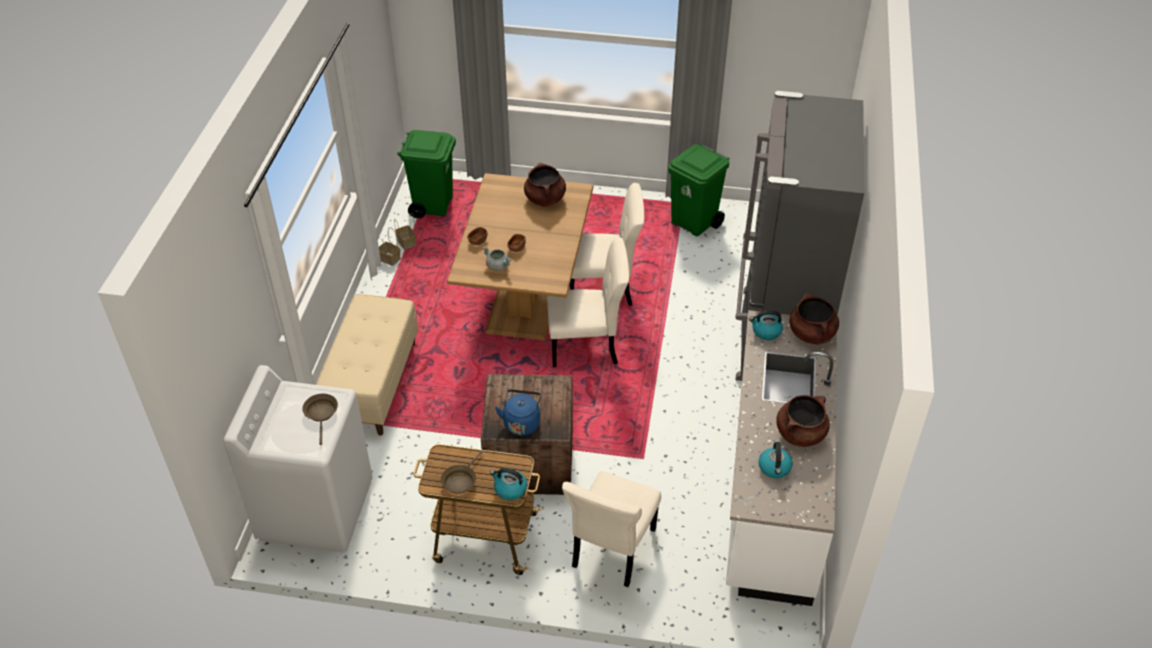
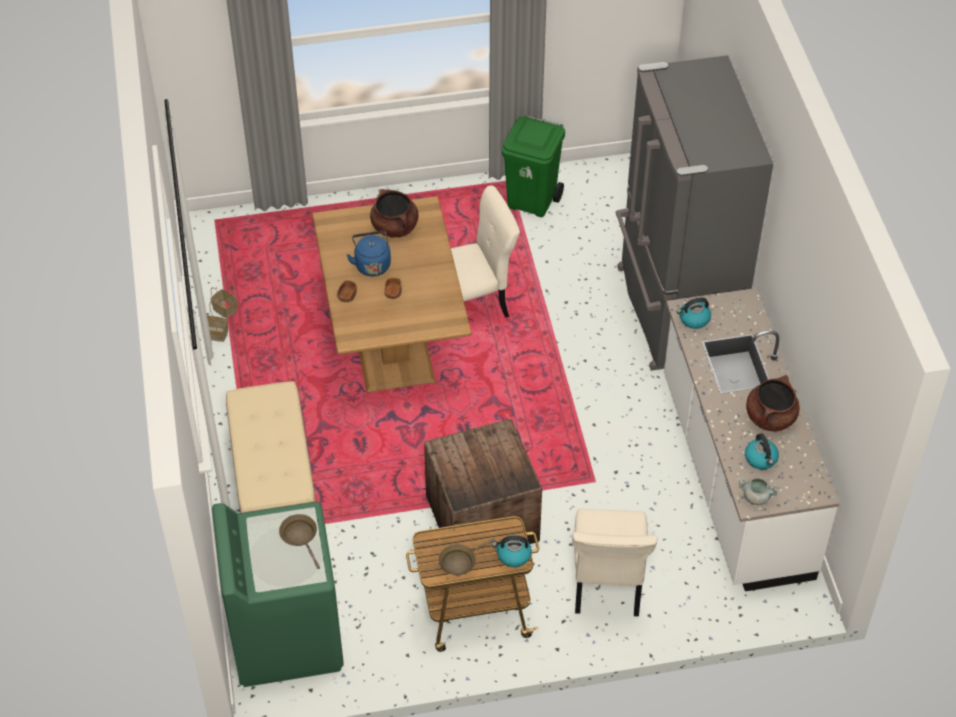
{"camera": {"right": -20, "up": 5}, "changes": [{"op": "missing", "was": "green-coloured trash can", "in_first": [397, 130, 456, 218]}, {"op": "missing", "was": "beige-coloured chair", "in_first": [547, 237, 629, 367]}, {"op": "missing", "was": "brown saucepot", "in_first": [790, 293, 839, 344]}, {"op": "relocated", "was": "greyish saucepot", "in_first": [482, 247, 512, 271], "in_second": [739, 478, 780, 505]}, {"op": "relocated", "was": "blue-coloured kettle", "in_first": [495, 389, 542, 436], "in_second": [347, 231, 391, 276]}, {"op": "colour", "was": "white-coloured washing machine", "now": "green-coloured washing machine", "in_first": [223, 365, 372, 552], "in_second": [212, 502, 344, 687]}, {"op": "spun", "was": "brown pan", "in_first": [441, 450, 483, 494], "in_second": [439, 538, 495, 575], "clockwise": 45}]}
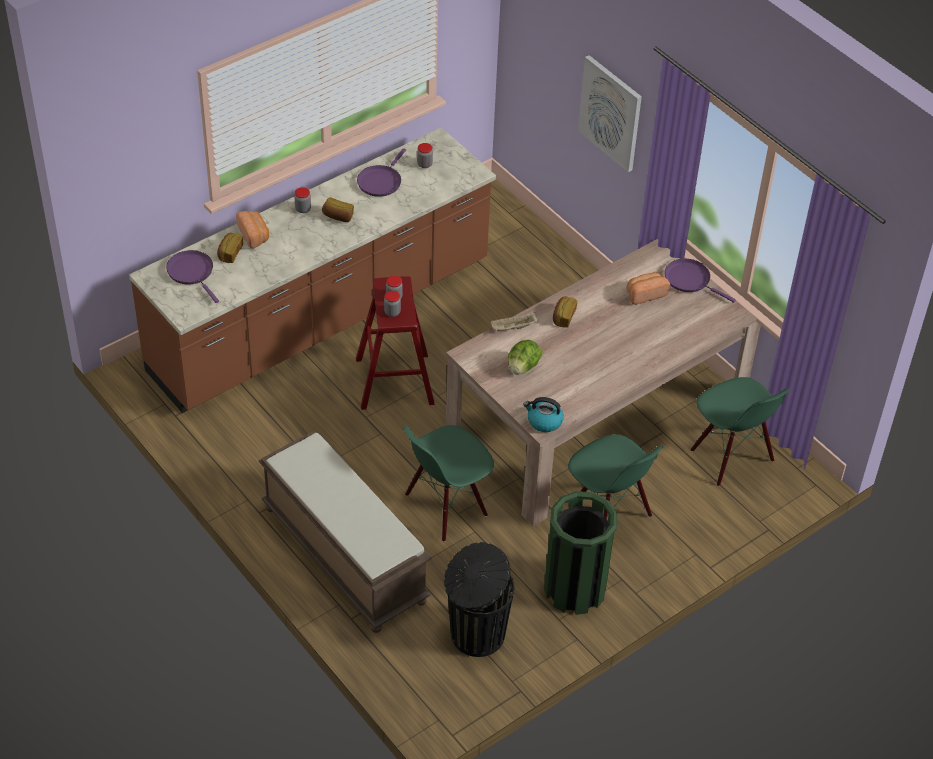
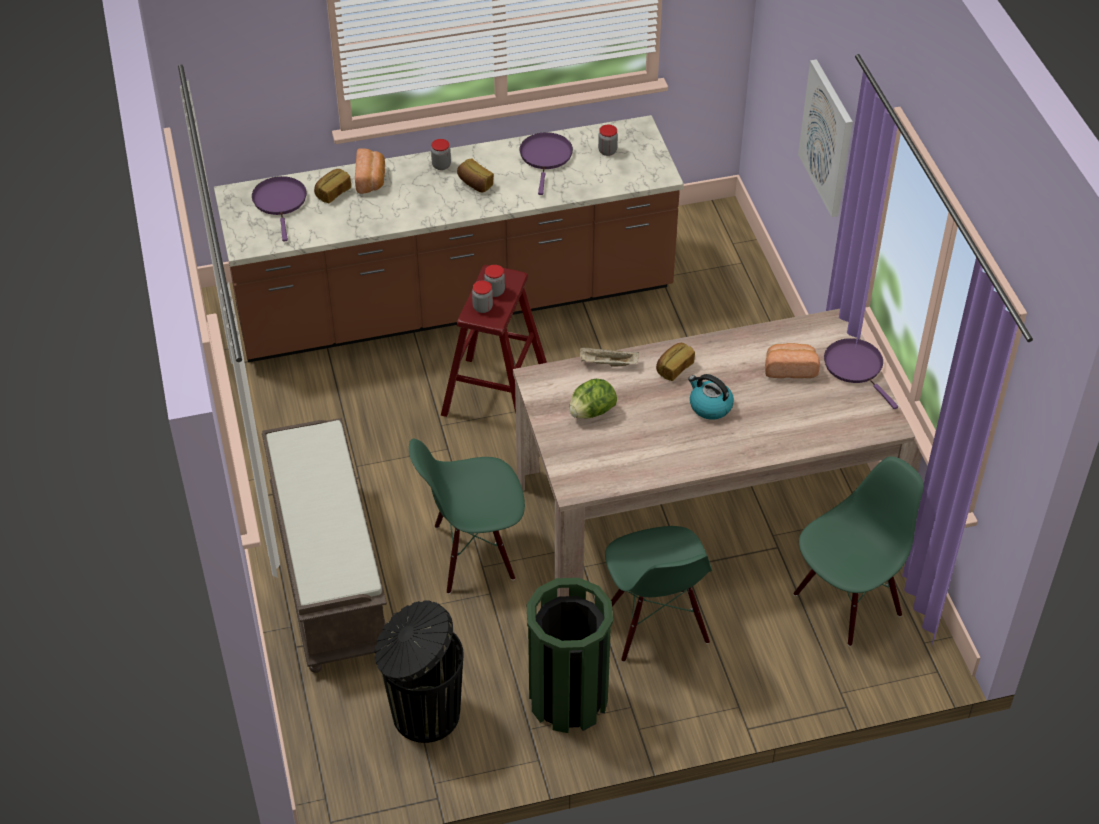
{"camera": {"right": 25, "up": 0}, "changes": [{"op": "relocated", "was": "kettle", "in_first": [523, 397, 564, 432], "in_second": [688, 374, 734, 420]}, {"op": "spun", "was": "purple-coloured pan", "in_first": [357, 148, 406, 197], "in_second": [519, 132, 573, 195], "clockwise": 135}, {"op": "spun", "was": "green-coloured chair", "in_first": [690, 377, 790, 487], "in_second": [794, 456, 924, 646], "clockwise": -120}]}
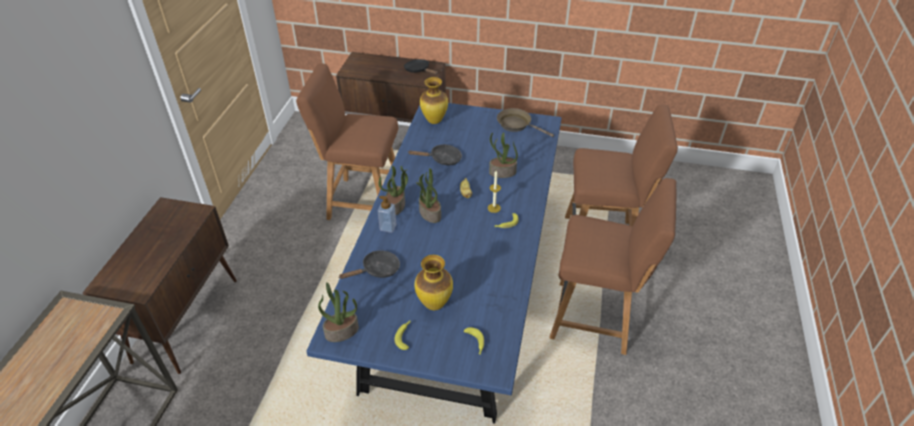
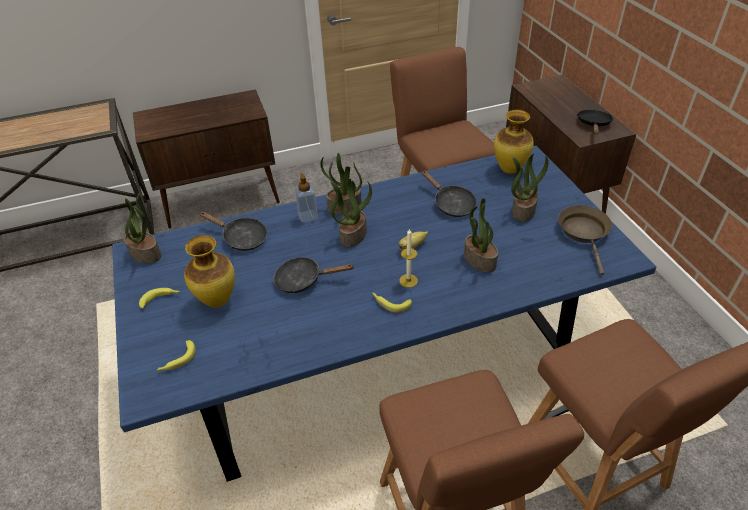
{"camera": {"right": 60, "up": 0}, "changes": [{"op": "appeared", "now": "black pan", "in_second": [274, 257, 355, 293]}, {"op": "appeared", "now": "plant in a pot", "in_second": [511, 154, 548, 222]}]}
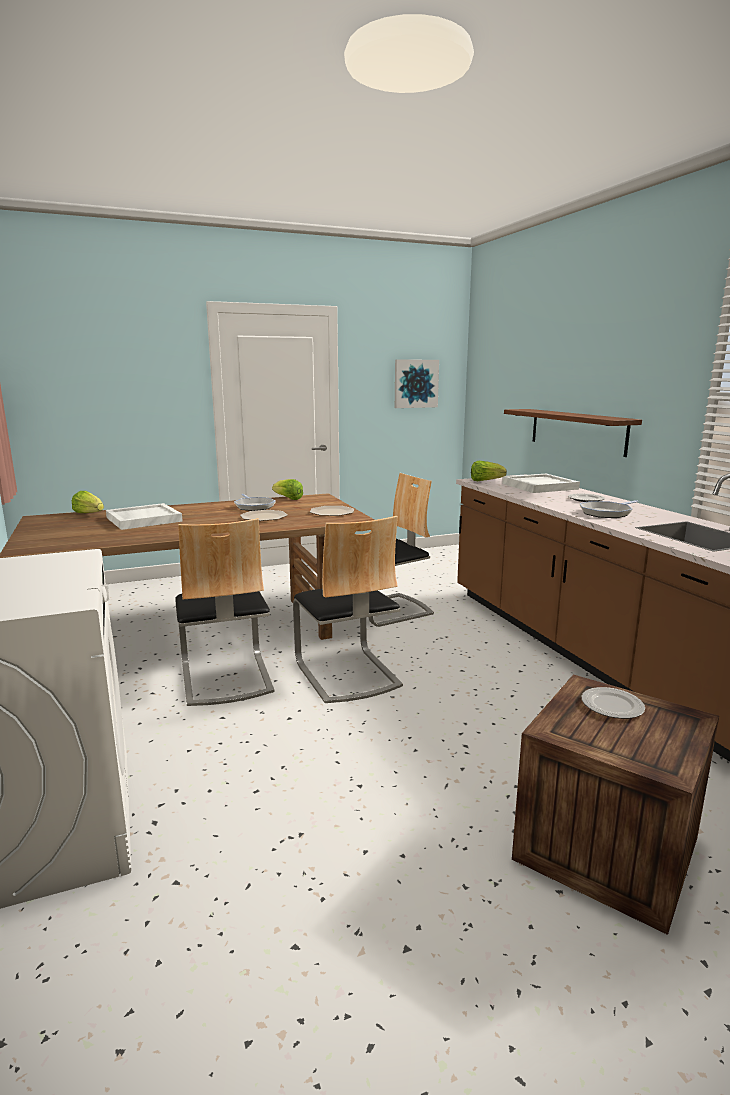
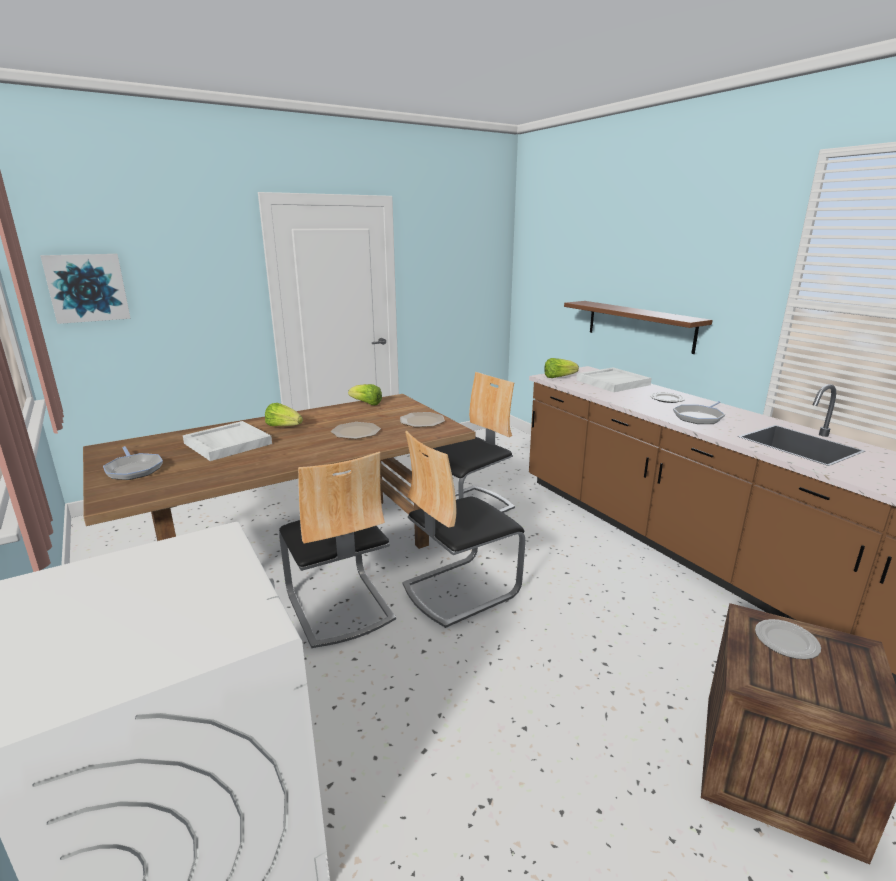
{"camera": {"right": -10, "up": 5}, "changes": [{"op": "relocated", "was": "lettuce head", "in_first": [72, 491, 104, 513], "in_second": [265, 403, 303, 426]}, {"op": "relocated", "was": "pan", "in_first": [234, 494, 276, 511], "in_second": [103, 446, 163, 480]}, {"op": "relocated", "was": "picture", "in_first": [395, 359, 439, 408], "in_second": [40, 254, 131, 324]}, {"op": "spun", "was": "chair", "in_first": [293, 516, 403, 703], "in_second": [403, 431, 526, 628], "clockwise": 90}]}
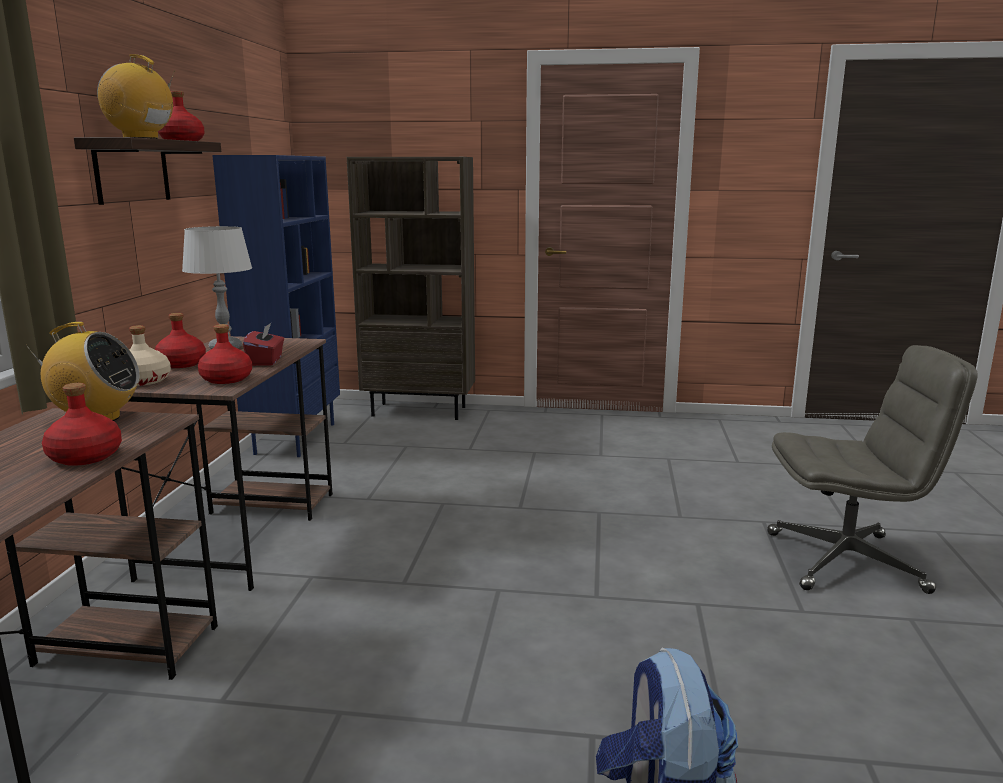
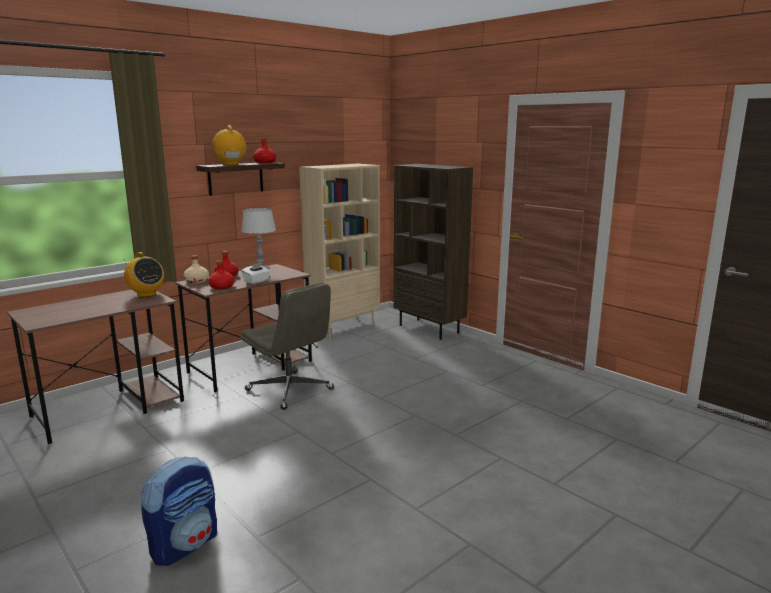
{"camera": {"right": 40, "up": 0}, "changes": [{"op": "missing", "was": "reddish drink bottle", "in_first": [42, 383, 122, 466]}, {"op": "relocated", "was": "greyish desk chair", "in_first": [767, 345, 978, 594], "in_second": [241, 283, 334, 410]}, {"op": "colour", "was": "blue-coloured shelving unit", "now": "beige-coloured shelving unit", "in_first": [212, 155, 340, 457], "in_second": [299, 164, 380, 338]}, {"op": "colour", "was": "reddish tissue holder", "now": "white-coloured tissue holder", "in_first": [243, 323, 284, 366], "in_second": [242, 262, 270, 284]}]}
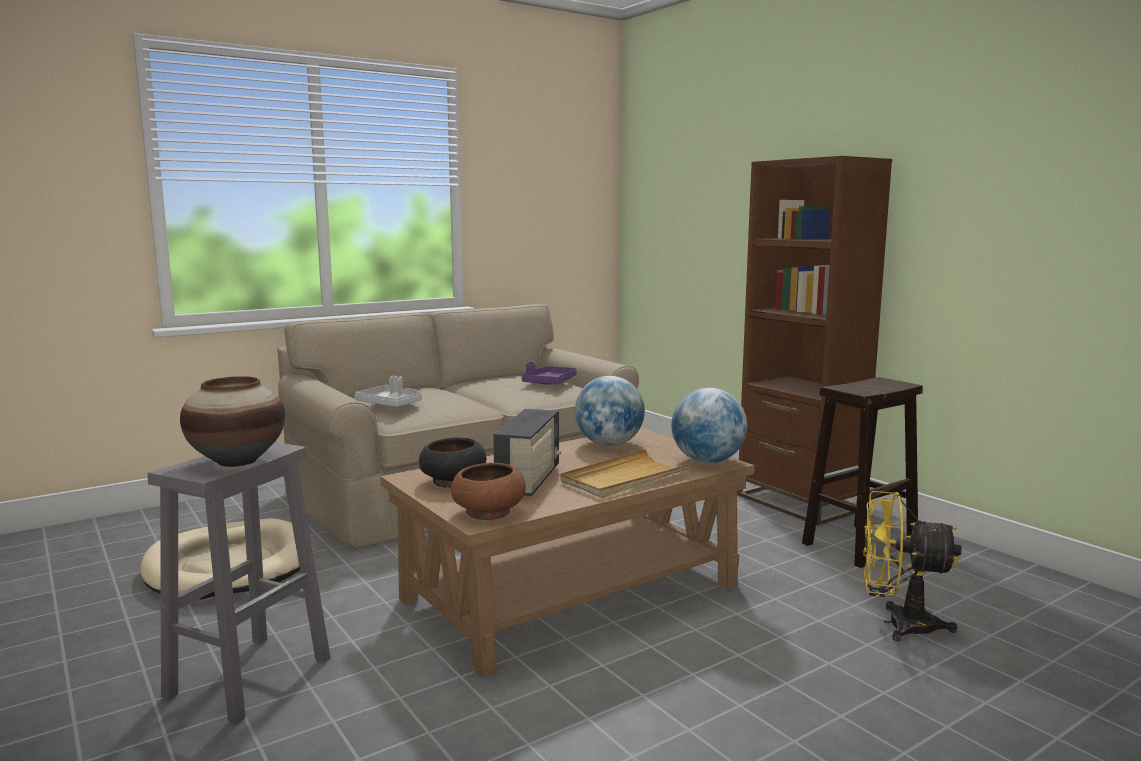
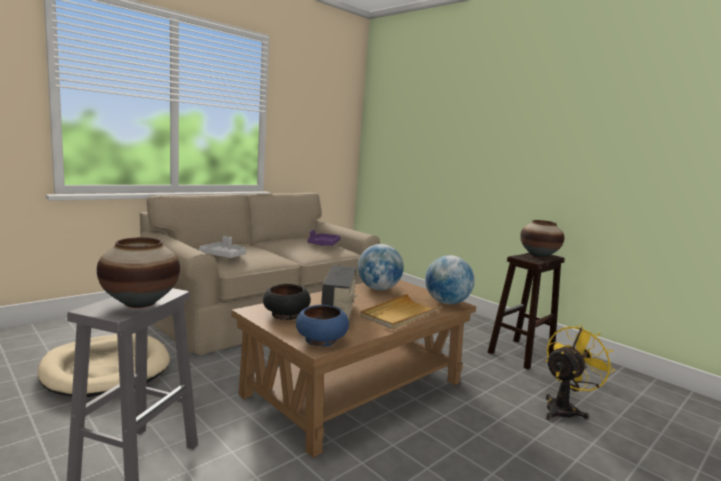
{"camera": {"right": -10, "up": 0}, "changes": [{"op": "missing", "was": "brown shelving unit", "in_first": [737, 156, 892, 526]}, {"op": "appeared", "now": "flower vase", "in_second": [520, 220, 564, 258]}, {"op": "colour", "was": "brown deep dish", "now": "blue-coloured deep dish", "in_first": [451, 463, 526, 520], "in_second": [296, 305, 349, 347]}, {"op": "spun", "was": "yellow-coloured electric fan", "in_first": [863, 491, 962, 641], "in_second": [546, 325, 615, 420], "clockwise": 135}]}
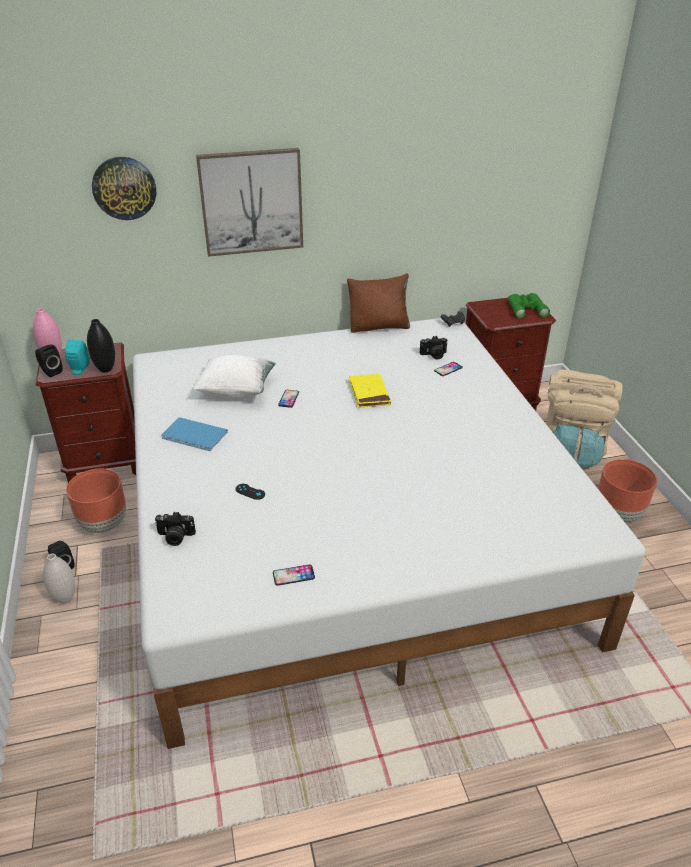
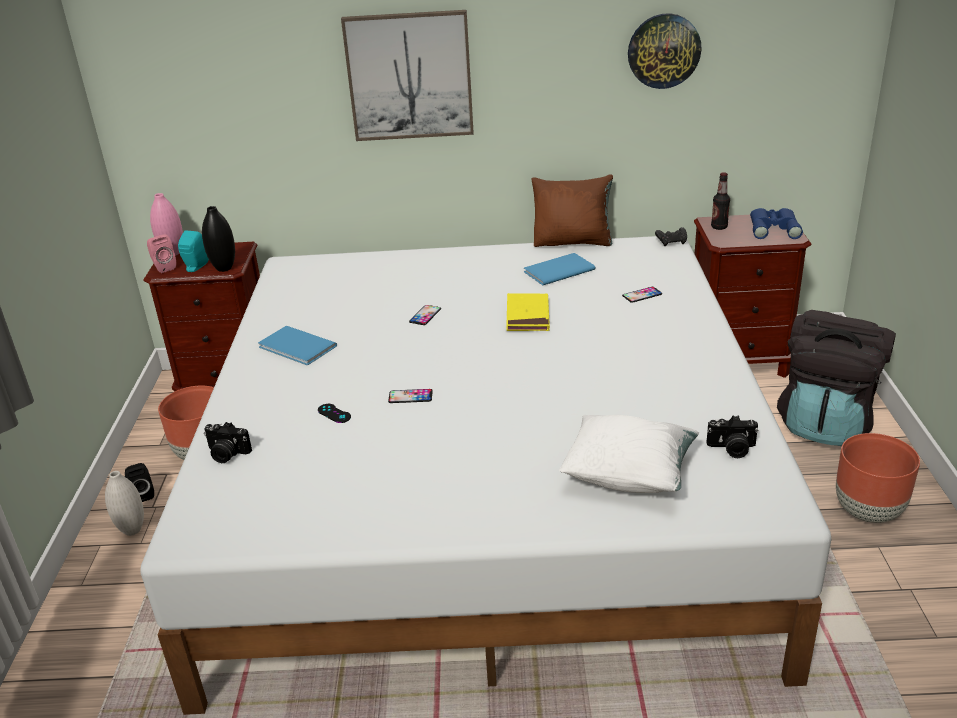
{"camera": {"right": 15, "up": -5}, "changes": [{"op": "appeared", "now": "blue-coloured book", "in_second": [524, 253, 596, 285]}, {"op": "appeared", "now": "drink bottle", "in_second": [711, 172, 730, 230]}, {"op": "relocated", "was": "wall clock", "in_first": [92, 157, 156, 220], "in_second": [628, 13, 701, 89]}, {"op": "relocated", "was": "white-coloured cushion", "in_first": [193, 355, 276, 398], "in_second": [559, 415, 699, 493]}, {"op": "relocated", "was": "telephone", "in_first": [273, 564, 315, 586], "in_second": [388, 389, 433, 403]}, {"op": "relocated", "was": "still camera", "in_first": [420, 336, 448, 359], "in_second": [707, 415, 759, 458]}, {"op": "colour", "was": "black loudspeaker", "now": "pinkish loudspeaker", "in_first": [35, 345, 63, 377], "in_second": [147, 234, 176, 273]}, {"op": "colour", "was": "green-coloured binoculars", "now": "blue-coloured binoculars", "in_first": [507, 293, 550, 318], "in_second": [750, 208, 803, 239]}, {"op": "colour", "was": "beige-coloured knapsack", "now": "black knapsack", "in_first": [547, 369, 622, 467], "in_second": [777, 310, 896, 446]}]}
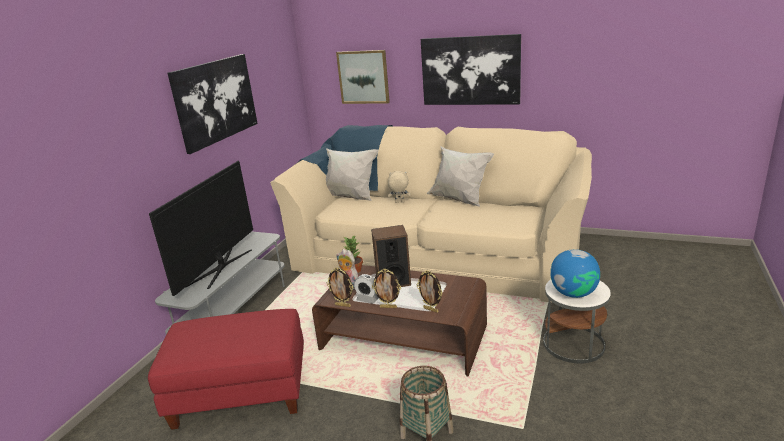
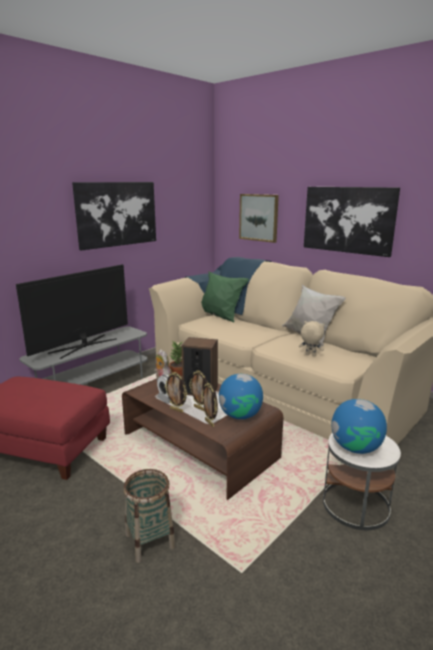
{"camera": {"right": 20, "up": -5}, "changes": [{"op": "appeared", "now": "world globe", "in_second": [219, 374, 263, 419]}, {"op": "relocated", "was": "standing frame", "in_first": [327, 267, 353, 307], "in_second": [189, 370, 208, 412]}, {"op": "relocated", "was": "beige-coloured soft toy", "in_first": [388, 171, 411, 203], "in_second": [299, 321, 325, 356]}, {"op": "colour", "was": "white-coloured cushion", "now": "green-coloured cushion", "in_first": [326, 148, 379, 201], "in_second": [201, 271, 249, 322]}]}
